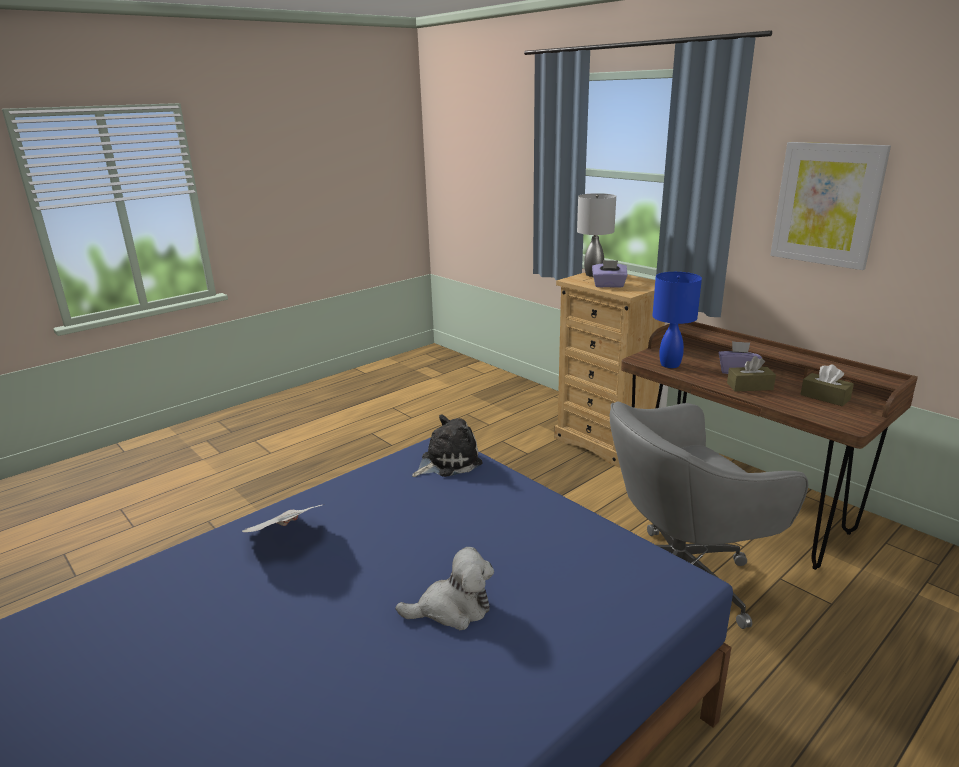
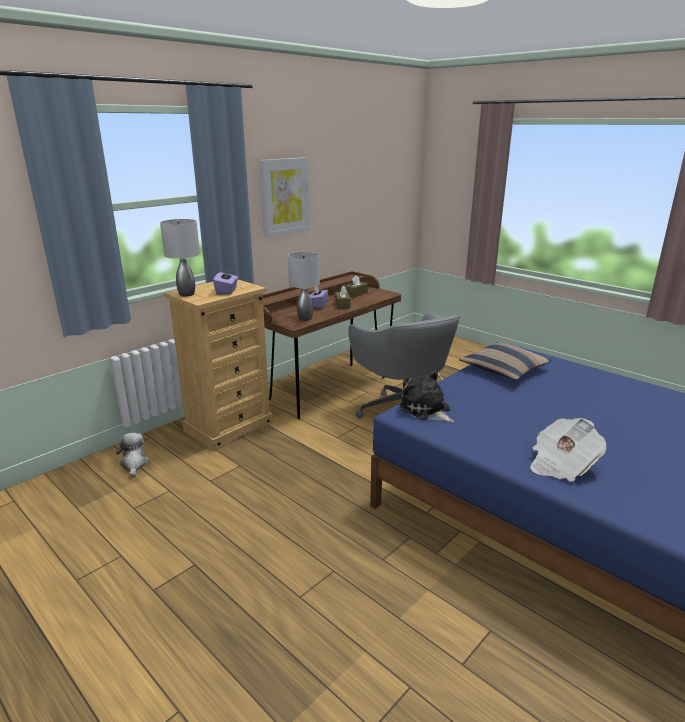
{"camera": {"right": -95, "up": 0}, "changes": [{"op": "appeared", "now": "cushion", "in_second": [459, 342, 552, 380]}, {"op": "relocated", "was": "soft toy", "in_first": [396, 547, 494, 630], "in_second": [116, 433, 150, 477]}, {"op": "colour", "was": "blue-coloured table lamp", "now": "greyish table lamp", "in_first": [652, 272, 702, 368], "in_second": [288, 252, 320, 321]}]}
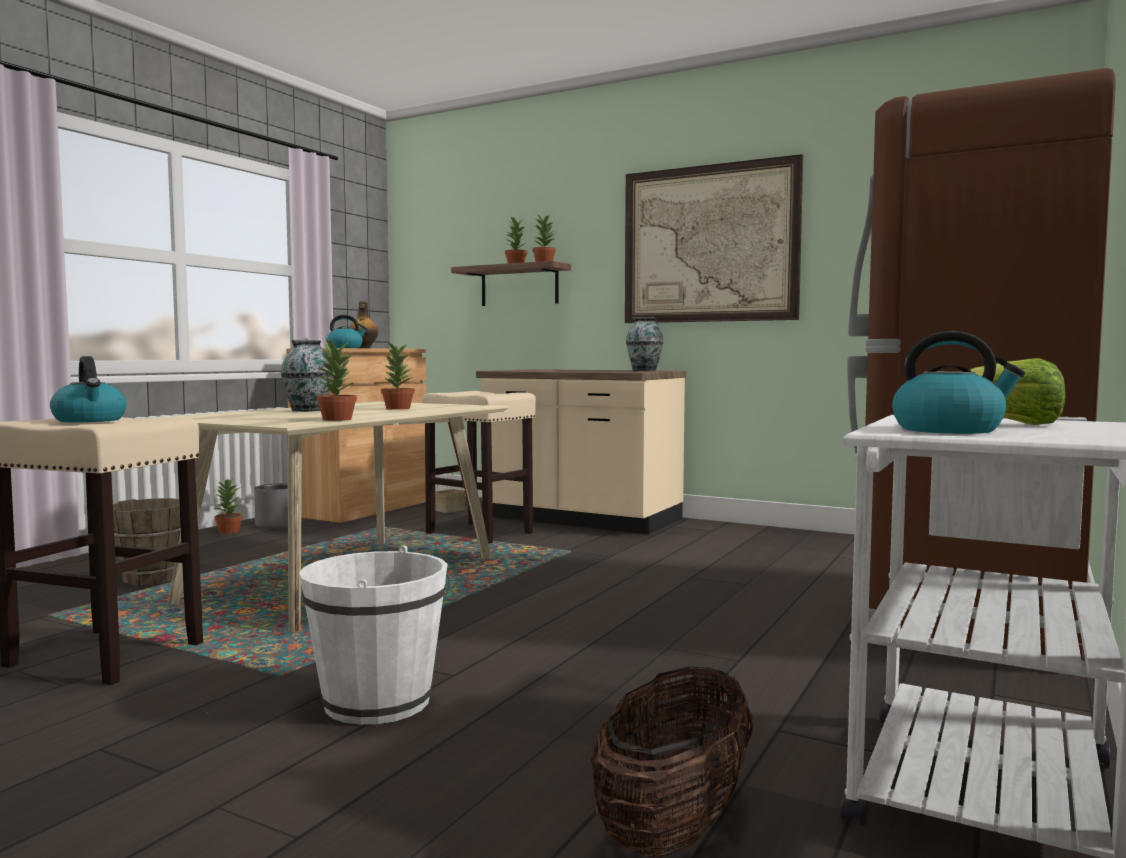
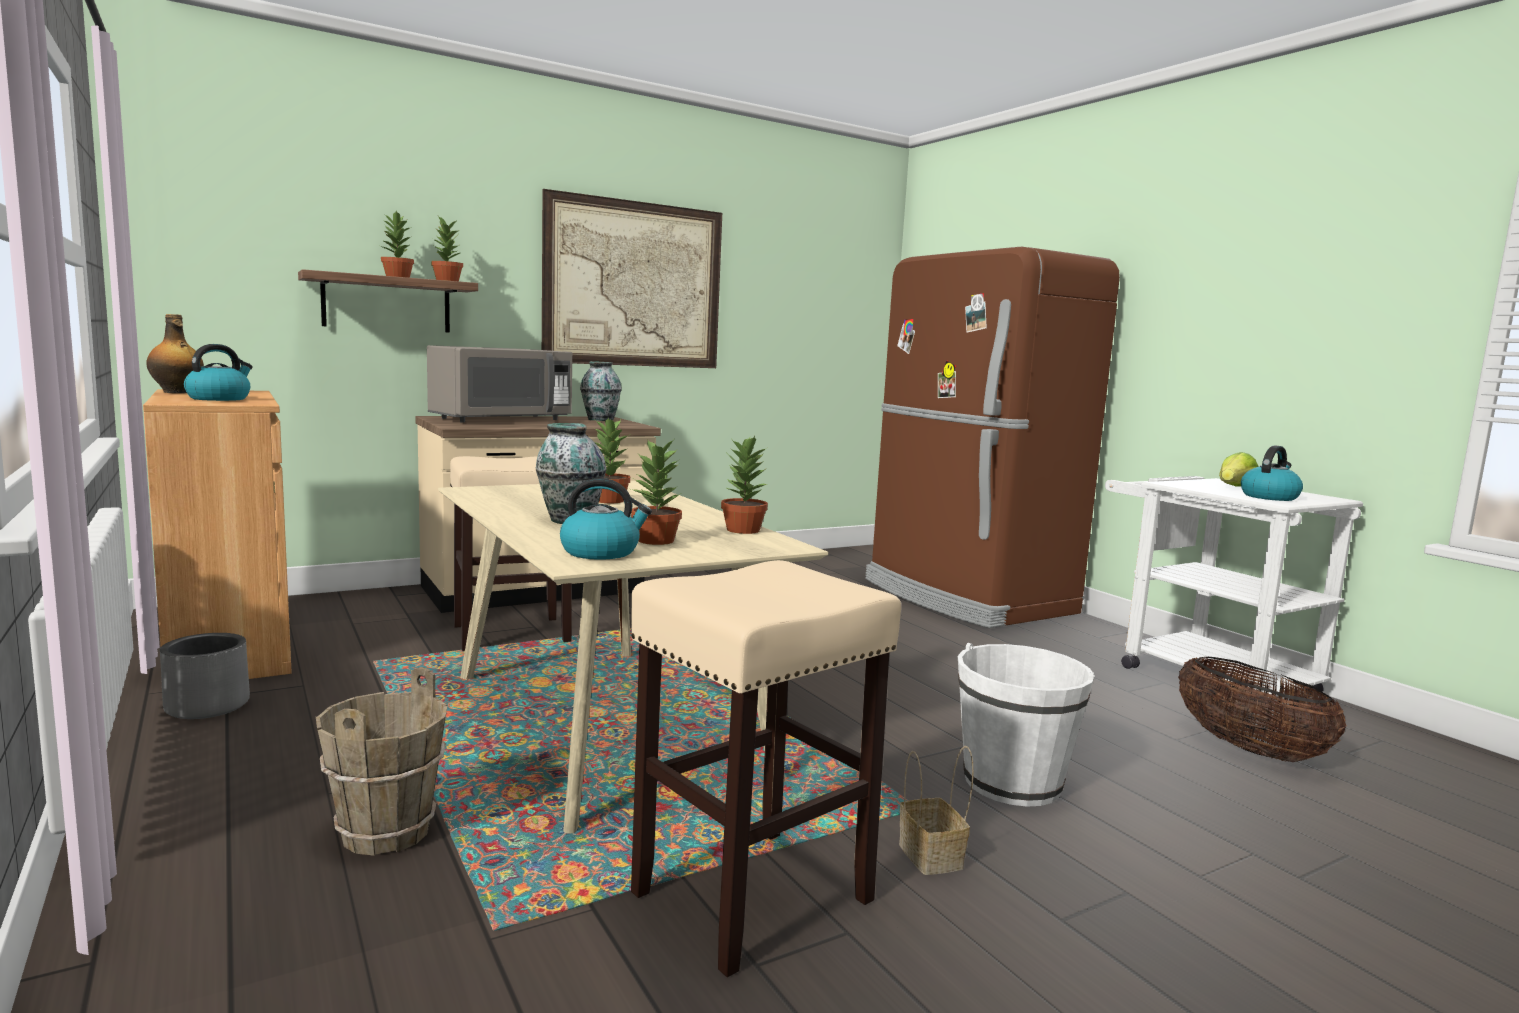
{"camera": {"right": -60, "up": 5}, "changes": [{"op": "appeared", "now": "greyish kitchen microwave", "in_second": [427, 345, 572, 422]}, {"op": "relocated", "was": "kettle", "in_first": [50, 356, 127, 422], "in_second": [560, 478, 652, 560]}, {"op": "relocated", "was": "plant in a pot", "in_first": [214, 479, 243, 533], "in_second": [631, 439, 682, 545]}, {"op": "relocated", "was": "storage basket", "in_first": [435, 462, 466, 513], "in_second": [899, 746, 974, 875]}]}
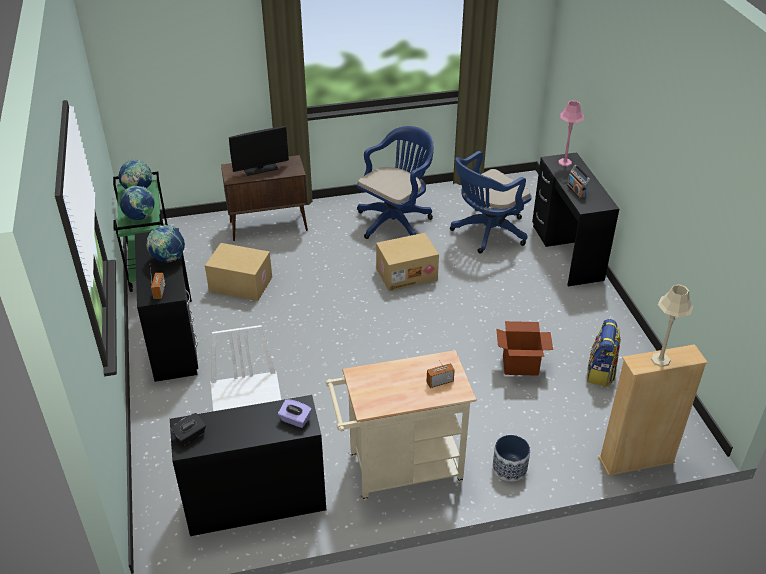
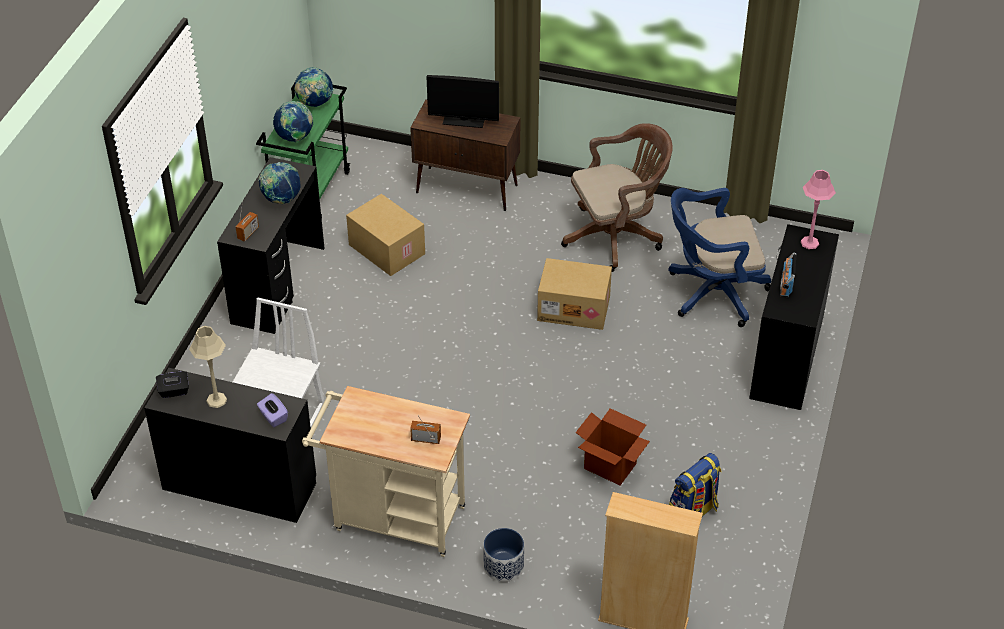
{"camera": {"right": 30, "up": 5}, "changes": [{"op": "relocated", "was": "beige-coloured table lamp", "in_first": [651, 284, 693, 367], "in_second": [189, 326, 227, 408]}, {"op": "colour", "was": "blue-coloured desk chair", "now": "brown desk chair", "in_first": [357, 126, 434, 239], "in_second": [561, 123, 673, 272]}]}
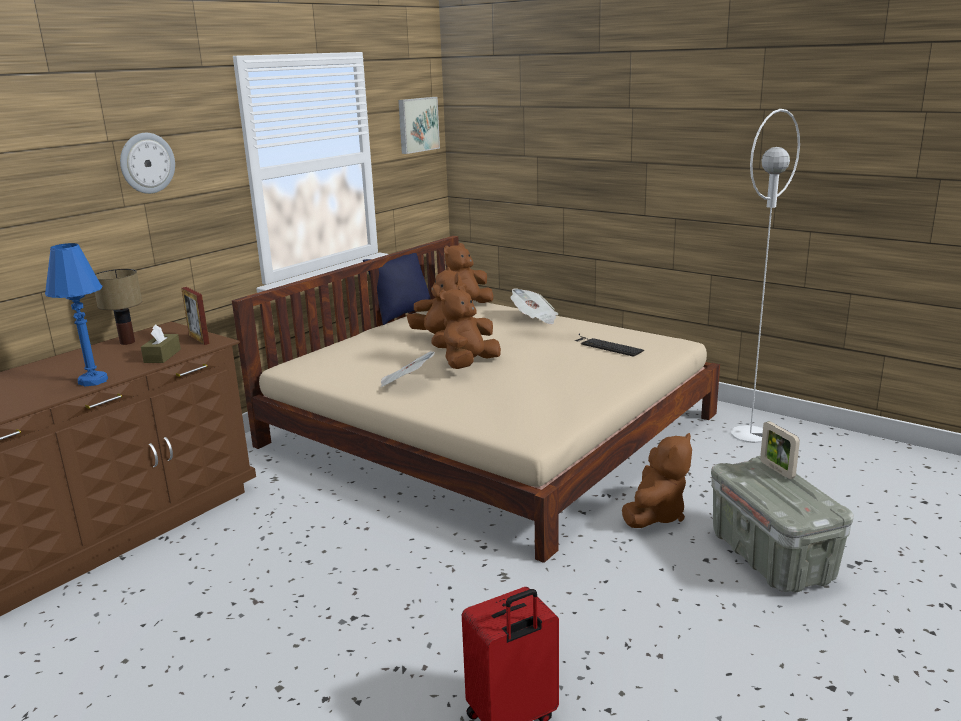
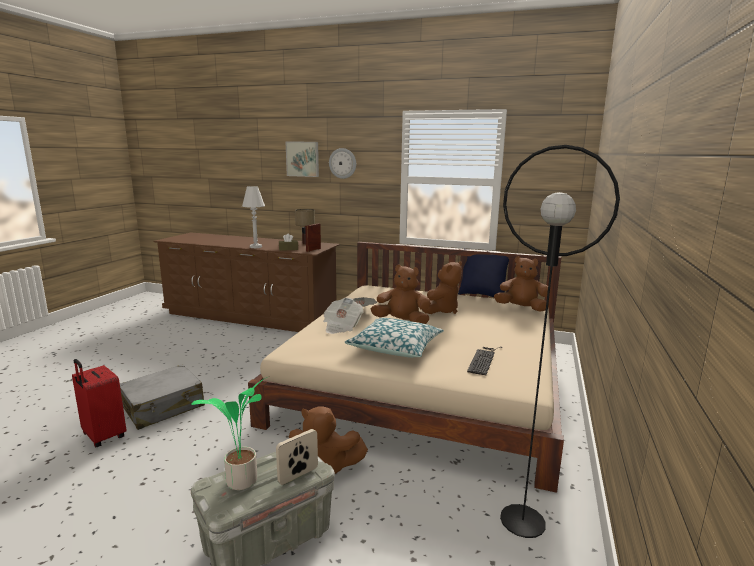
{"camera": {"right": 70, "up": -5}, "changes": [{"op": "appeared", "now": "greyish suitcase", "in_second": [120, 364, 205, 430]}, {"op": "appeared", "now": "plant in a pot", "in_second": [191, 376, 270, 490]}, {"op": "appeared", "now": "cushion", "in_second": [345, 318, 444, 358]}, {"op": "relocated", "was": "picture", "in_first": [398, 97, 440, 154], "in_second": [286, 142, 319, 177]}, {"op": "relocated", "was": "newspaper", "in_first": [510, 288, 558, 324], "in_second": [323, 298, 364, 334]}, {"op": "colour", "was": "blue-coloured table lamp", "now": "white-coloured table lamp", "in_first": [45, 243, 108, 386], "in_second": [242, 186, 265, 248]}, {"op": "colour", "was": "white-coloured floor lamp", "now": "black floor lamp", "in_first": [731, 109, 800, 443], "in_second": [500, 145, 620, 538]}]}
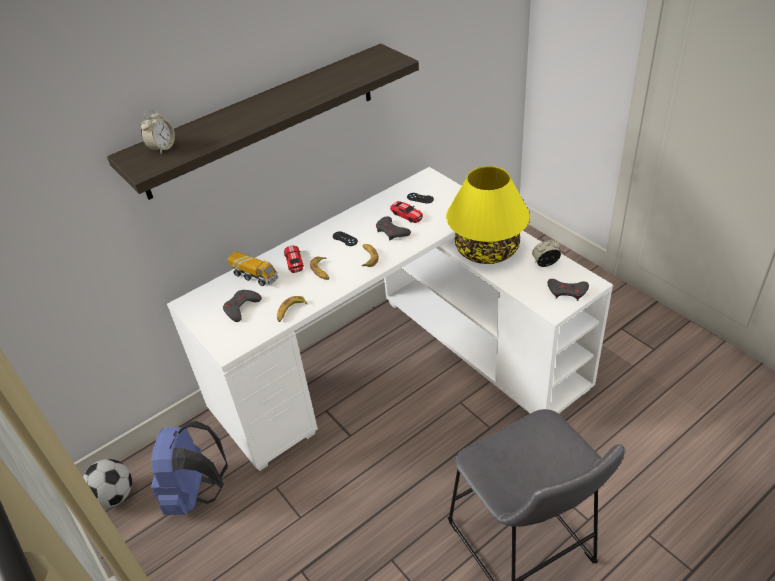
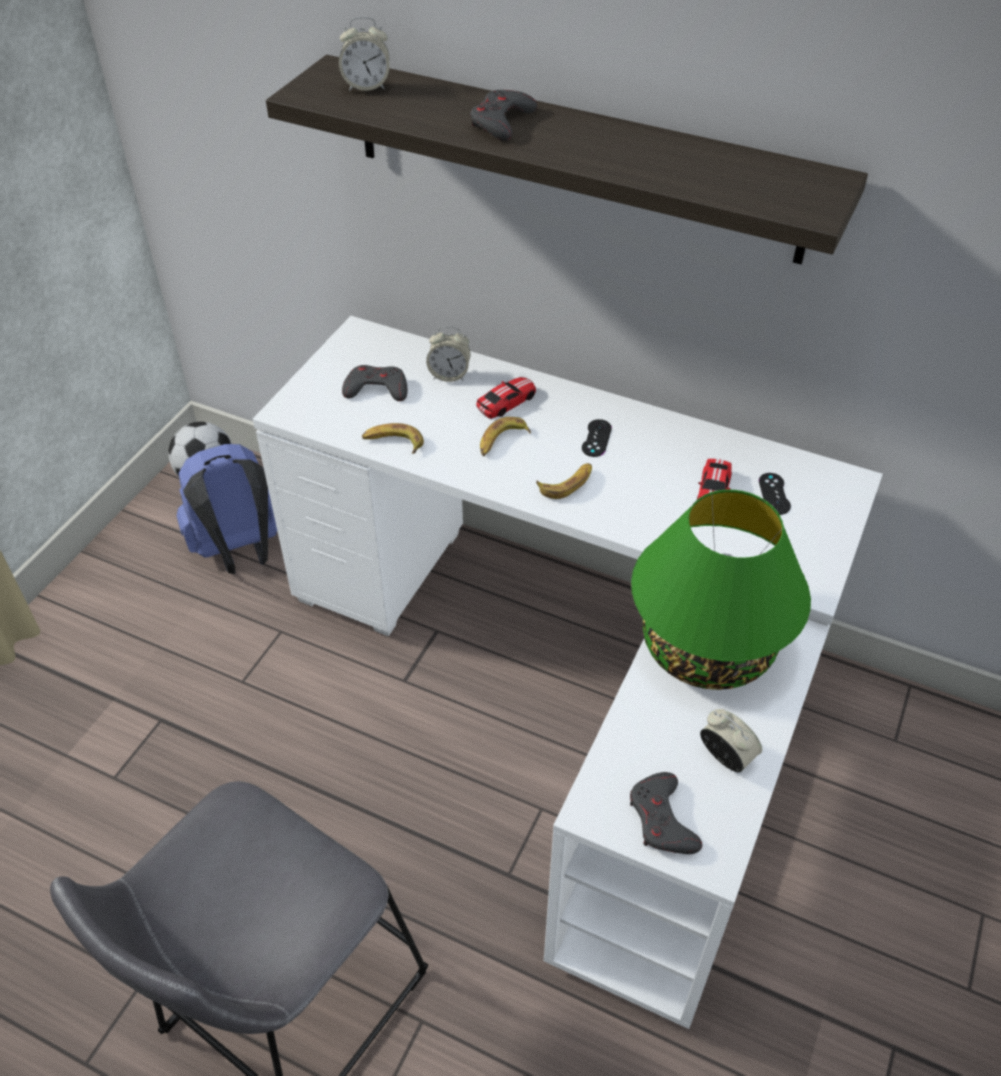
{"camera": {"right": 60, "up": 5}, "changes": [{"op": "relocated", "was": "greyish game controller", "in_first": [376, 216, 411, 240], "in_second": [470, 90, 538, 141]}, {"op": "exchanged", "was": "toy lorry", "now": "table clock", "in_first": [228, 251, 278, 286], "in_second": [426, 326, 471, 382]}, {"op": "colour", "was": "yellow-coloured table lamp", "now": "green-coloured table lamp", "in_first": [446, 166, 530, 264], "in_second": [631, 489, 811, 690]}]}
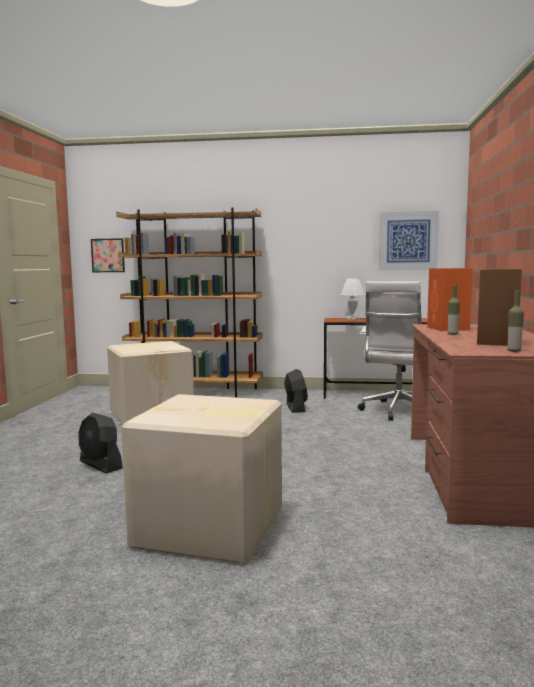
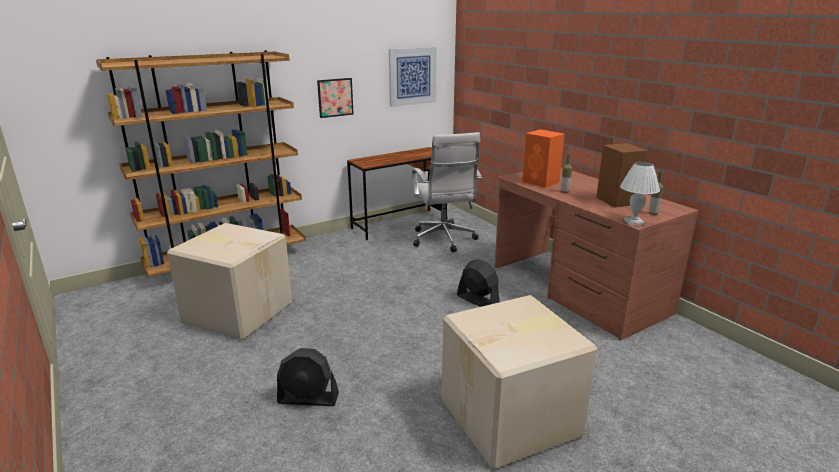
{"camera": {"right": -40, "up": 15}, "changes": [{"op": "relocated", "was": "picture", "in_first": [91, 238, 125, 272], "in_second": [317, 78, 354, 118]}, {"op": "relocated", "was": "black electric fan", "in_first": [284, 369, 308, 412], "in_second": [457, 259, 500, 307]}, {"op": "relocated", "was": "white-coloured table lamp", "in_first": [341, 278, 365, 319], "in_second": [620, 162, 660, 225]}]}
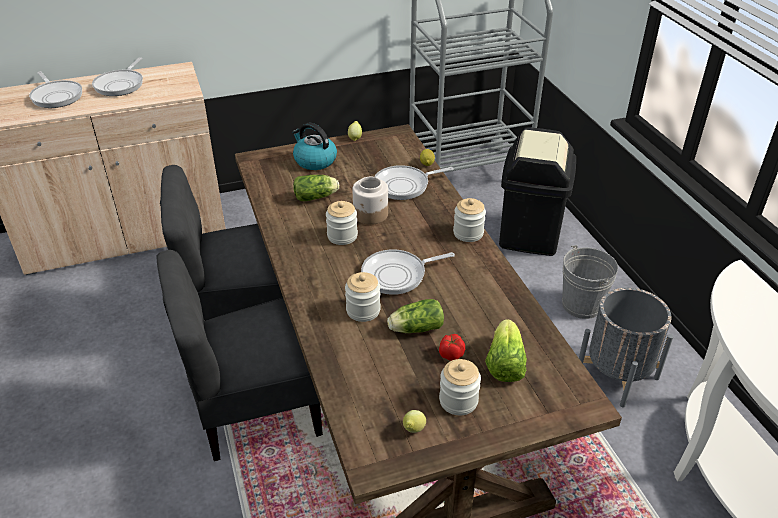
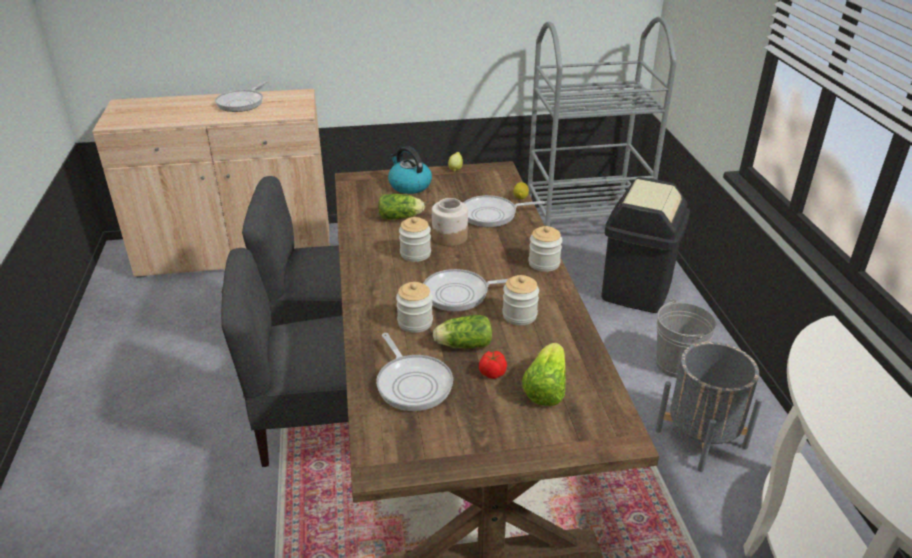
{"camera": {"right": 10, "up": -5}, "changes": [{"op": "missing", "was": "citrus fruit", "in_first": [403, 410, 426, 433]}, {"op": "relocated", "was": "pan", "in_first": [29, 71, 82, 108], "in_second": [376, 333, 453, 411]}, {"op": "relocated", "was": "jar", "in_first": [439, 359, 481, 415], "in_second": [502, 275, 539, 325]}]}
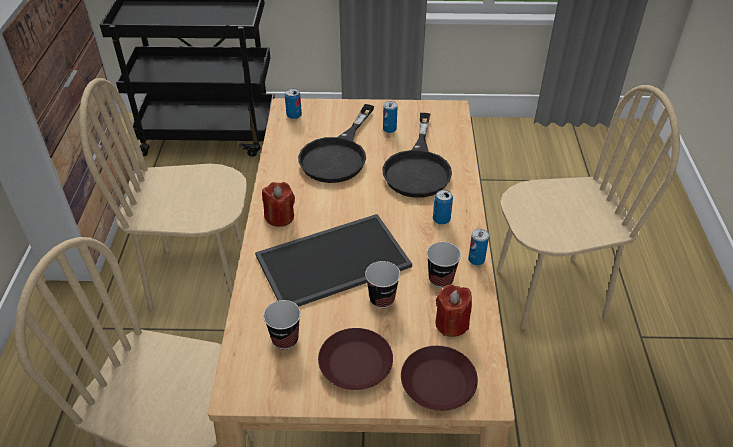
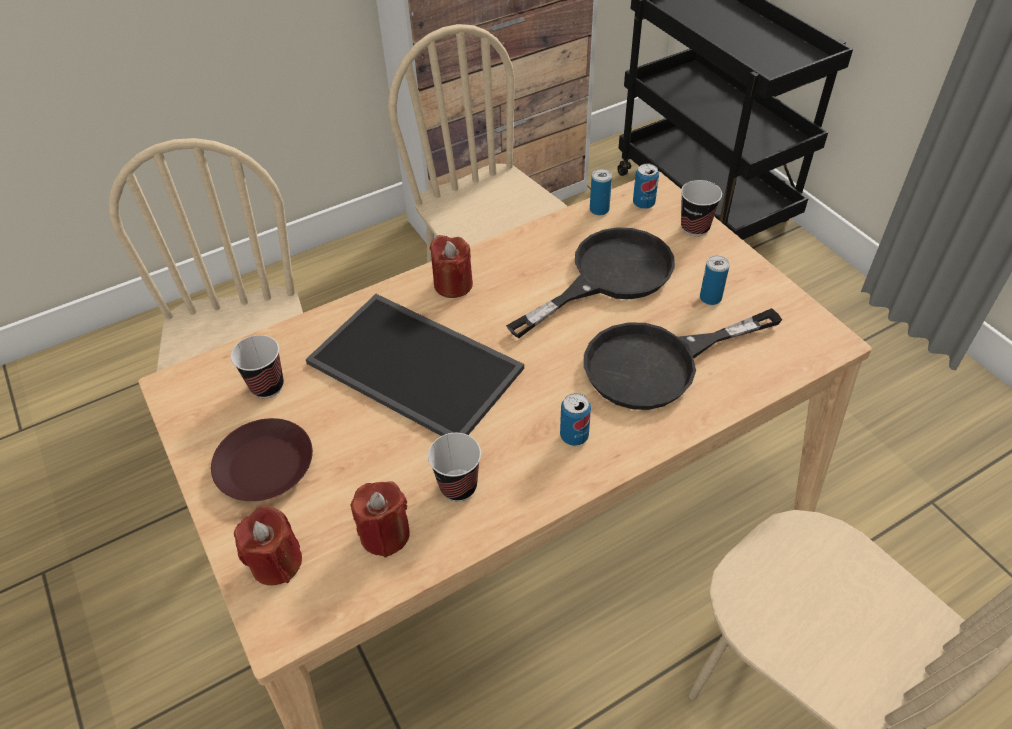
{"camera": {"right": 60, "up": 5}, "changes": [{"op": "relocated", "was": "drinking cup", "in_first": [365, 261, 400, 308], "in_second": [681, 180, 722, 236]}, {"op": "relocated", "was": "sealed can", "in_first": [468, 229, 489, 265], "in_second": [590, 169, 612, 216]}, {"op": "exchanged", "was": "brown dinner plate", "now": "reddish candle", "in_first": [401, 346, 478, 411], "in_second": [234, 506, 302, 586]}, {"op": "spun", "was": "black pan", "in_first": [298, 104, 374, 183], "in_second": [506, 227, 675, 338], "clockwise": 150}]}
